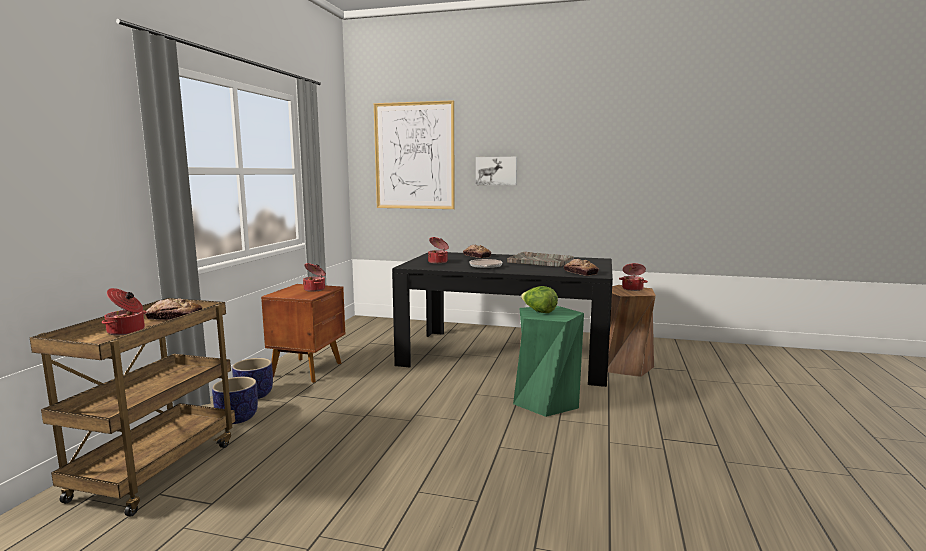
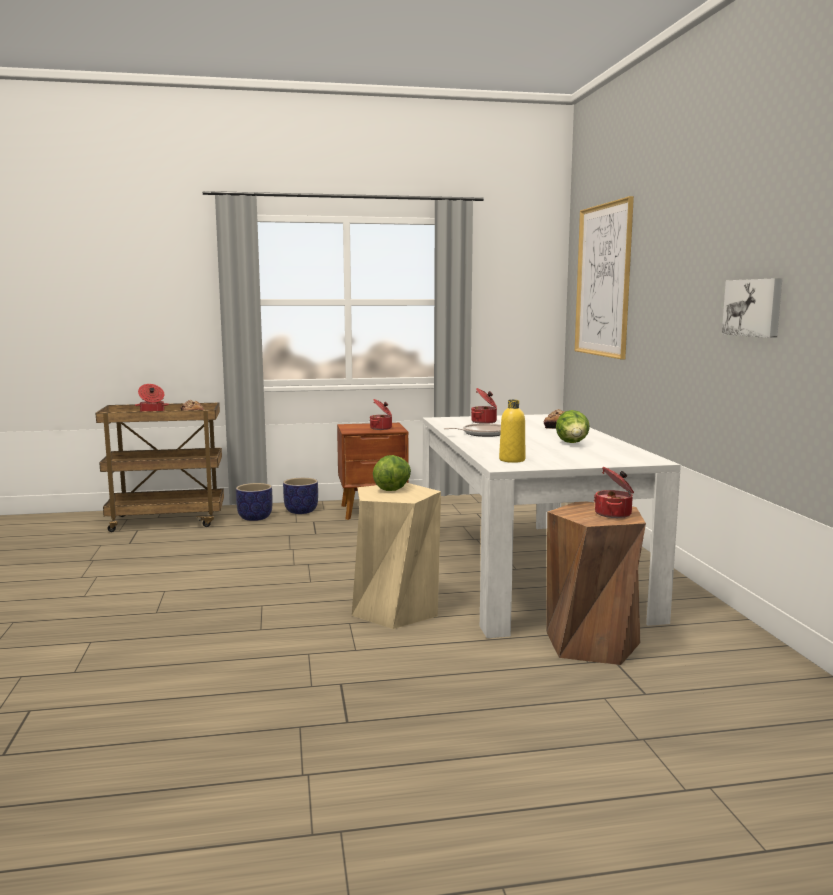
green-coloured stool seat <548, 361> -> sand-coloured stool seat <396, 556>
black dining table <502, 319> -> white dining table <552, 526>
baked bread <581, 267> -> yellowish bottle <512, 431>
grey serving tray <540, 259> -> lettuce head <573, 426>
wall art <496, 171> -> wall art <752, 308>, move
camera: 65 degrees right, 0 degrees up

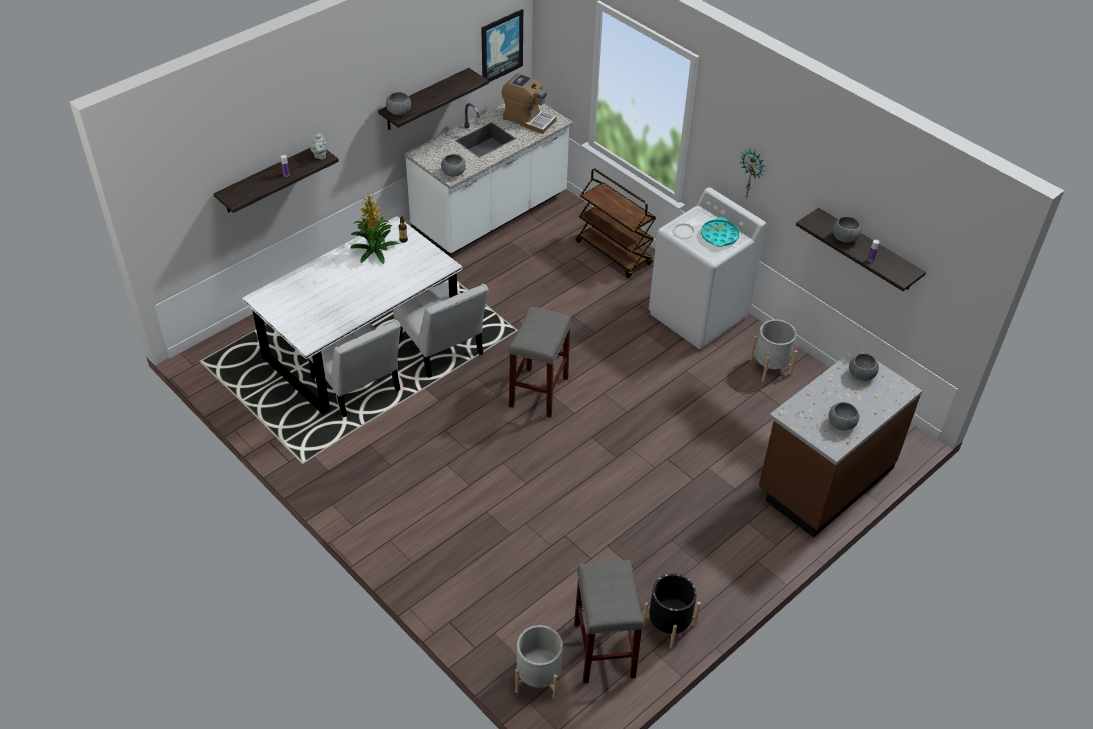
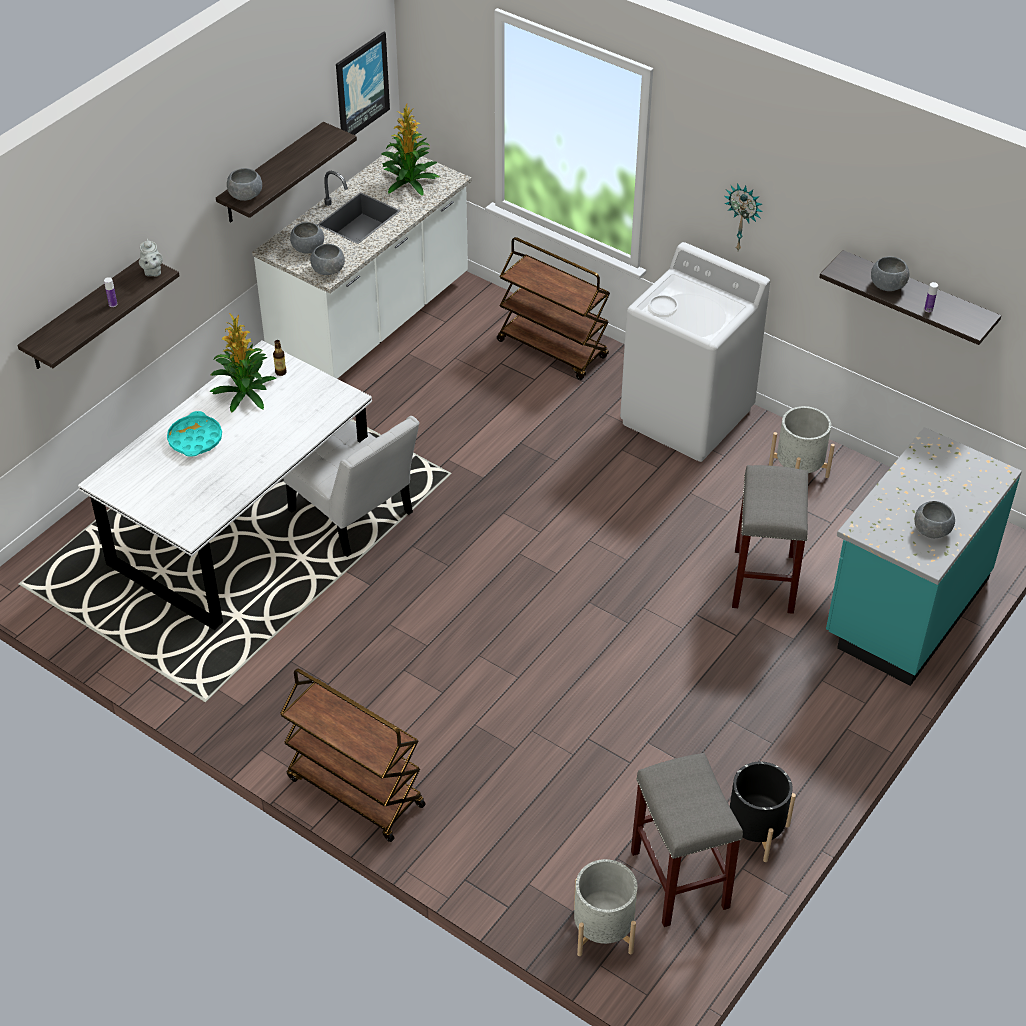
turquoise-coloured serving tray <720, 232> -> turquoise-coloured serving tray <194, 434>, move
none -> brown-coloured trolley <353, 755>
grey deep dish <864, 367> -> grey deep dish <307, 237>, move
coffee machine <529, 103> -> plant in a pot <410, 150>
grey stool seat <540, 362> -> grey stool seat <770, 539>, move
brown-coloured kitchen base unit <840, 442> -> turquoise-coloured kitchen base unit <924, 556>
white plain chair <355, 368> -> none
camera: 10 degrees left, 0 degrees up

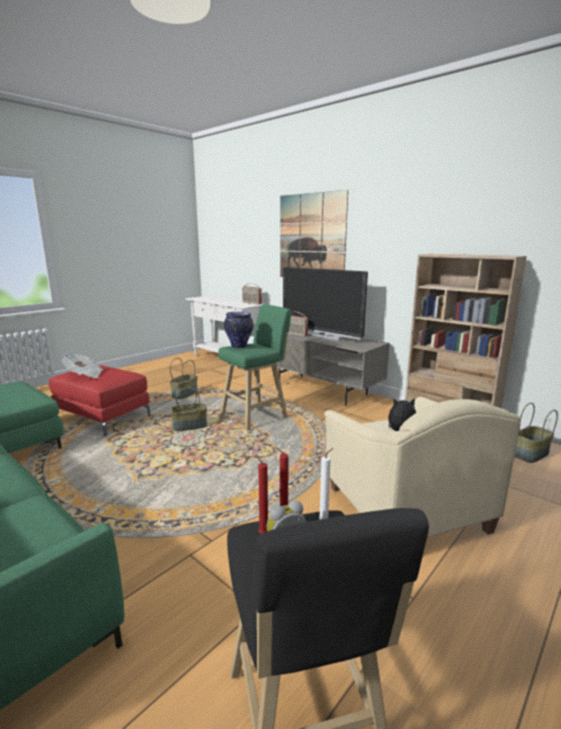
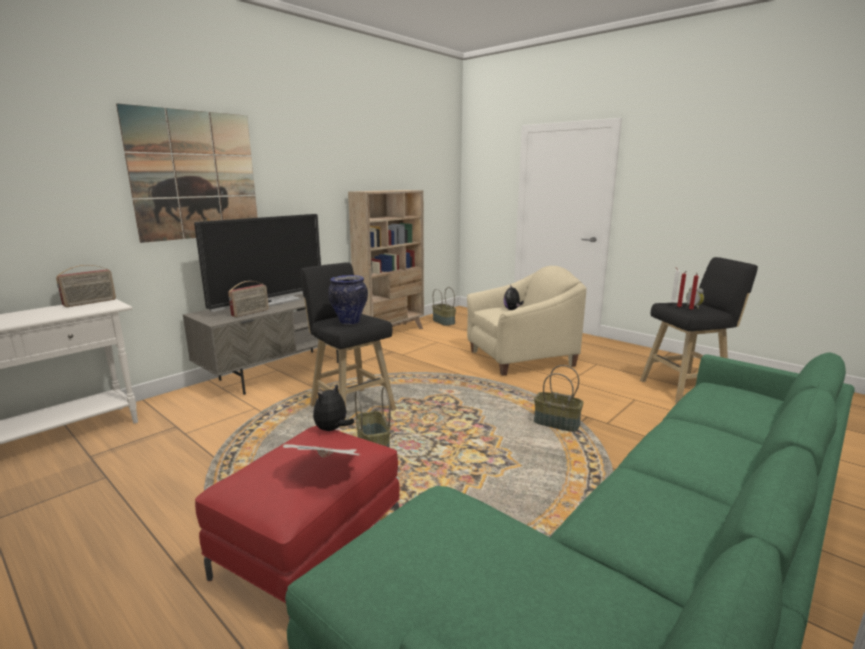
green-coloured stool seat <254, 367> -> black stool seat <348, 345>
none -> cuddly toy <333, 407>
basket <184, 378> -> basket <559, 398>, move
camera: 90 degrees left, 0 degrees up

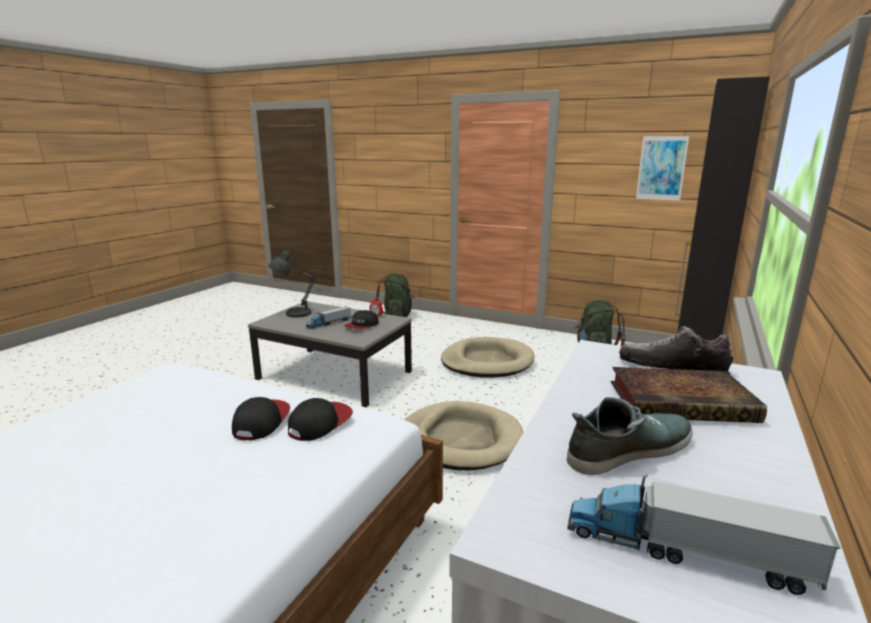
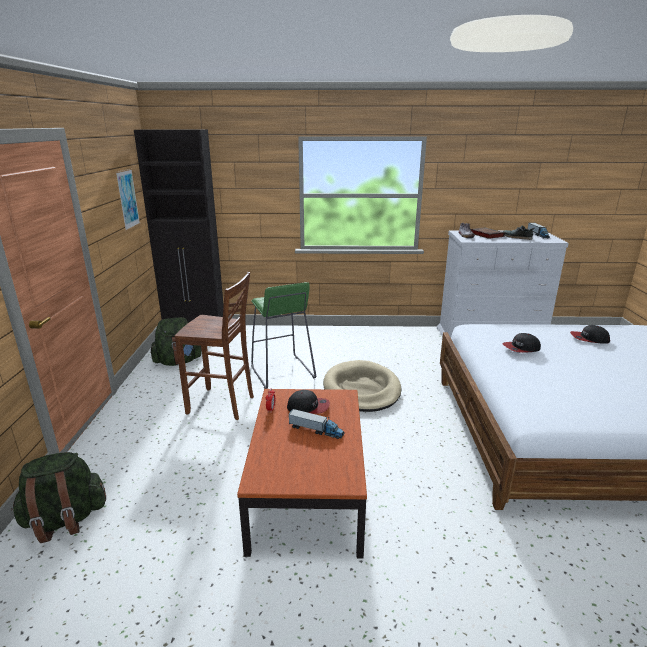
sand-coloured pet bed <487, 357> -> brown-coloured stool seat <214, 346>
grey low table <330, 354> -> brown-coloured low table <302, 474>
none -> green-coloured stool seat <283, 335>
peaked cap <320, 419> -> peaked cap <590, 334>, move
grey tabletop lamp <292, 284> -> none
camera: 115 degrees left, 5 degrees up

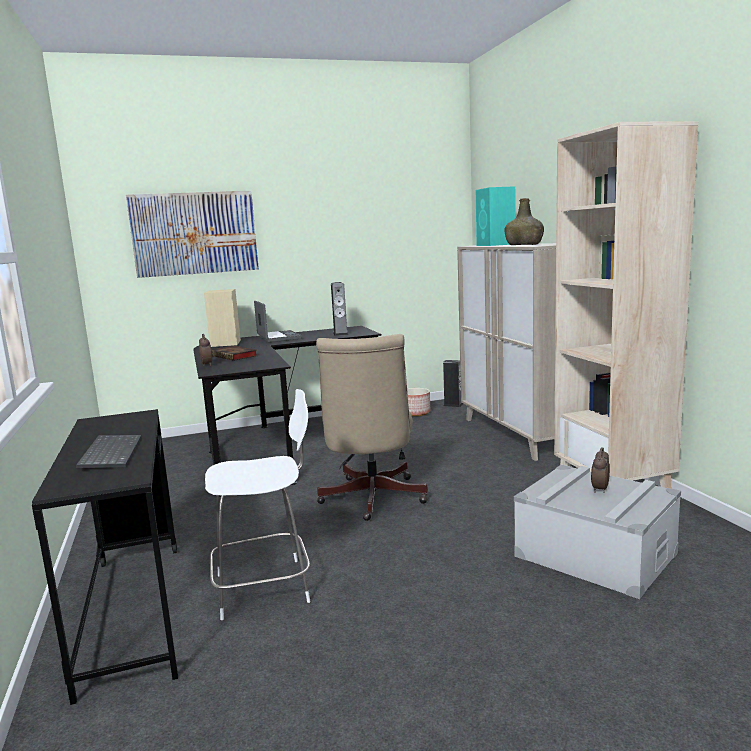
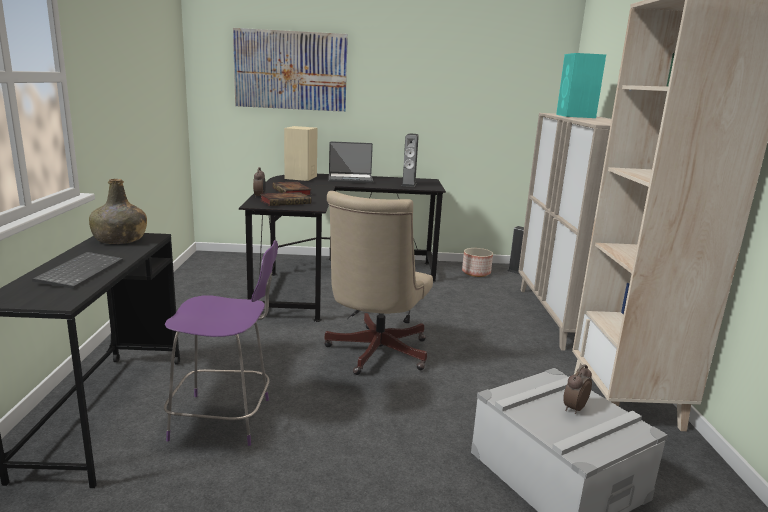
green-coloured bottle <524, 221> -> green-coloured bottle <118, 211>, move
white stool seat <258, 504> -> purple stool seat <221, 343>
none -> book <285, 199>
notebook computer <278, 321> -> notebook computer <351, 162>, 90 degrees clockwise
camera: 15 degrees right, 5 degrees up

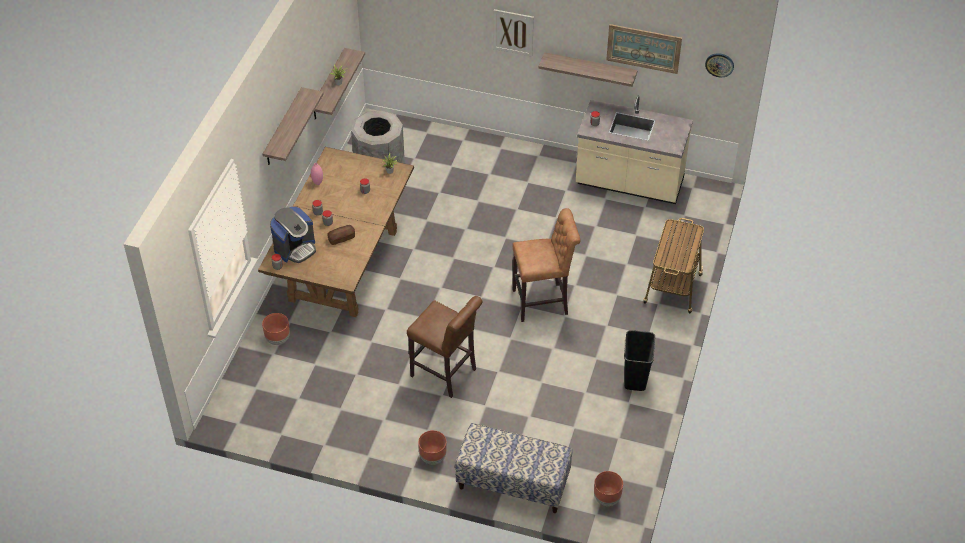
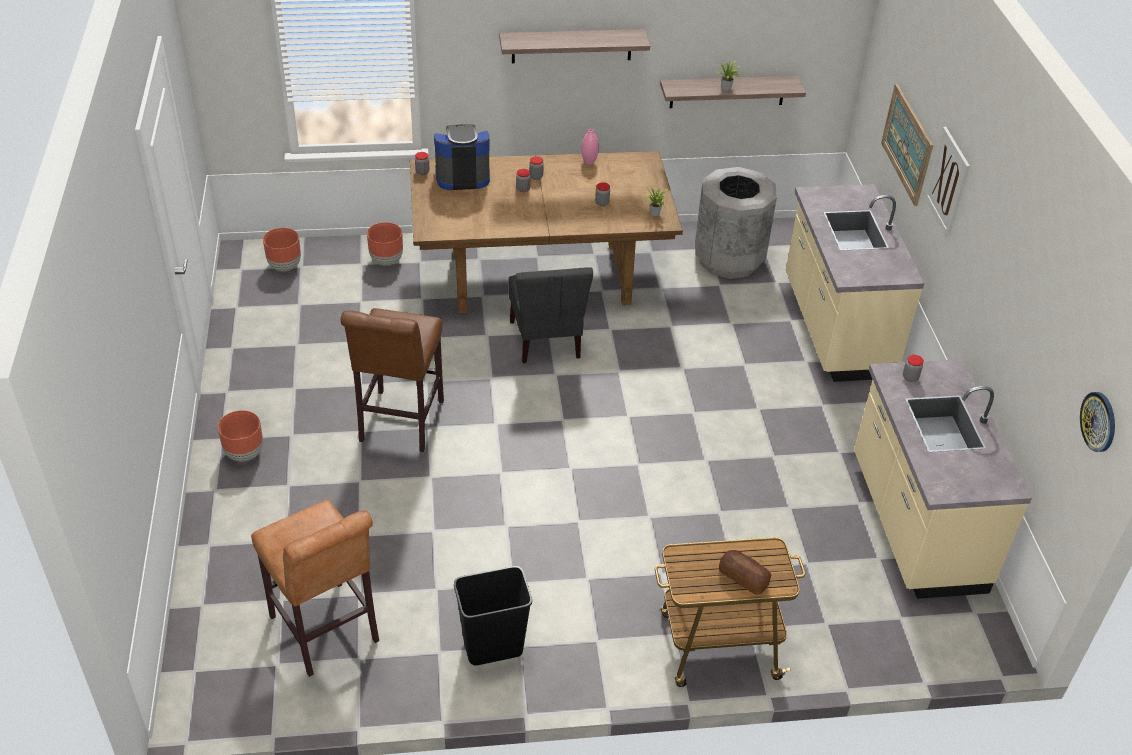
brown-coloured stool seat <546, 265> -> brown-coloured stool seat <315, 588>, move
brown-coloured planter <608, 488> -> brown-coloured planter <282, 249>, move
coffee machine <293, 235> -> coffee machine <462, 157>, 150 degrees clockwise
none -> grey plain chair <551, 315>
baked bread <341, 235> -> baked bread <745, 572>, move
none -> sand-coloured kitchen base unit <855, 283>
wall art <644, 49> -> wall art <907, 145>, move
long seat <513, 468> -> none
bracket shelf <588, 69> -> none
camera: 65 degrees right, 5 degrees down

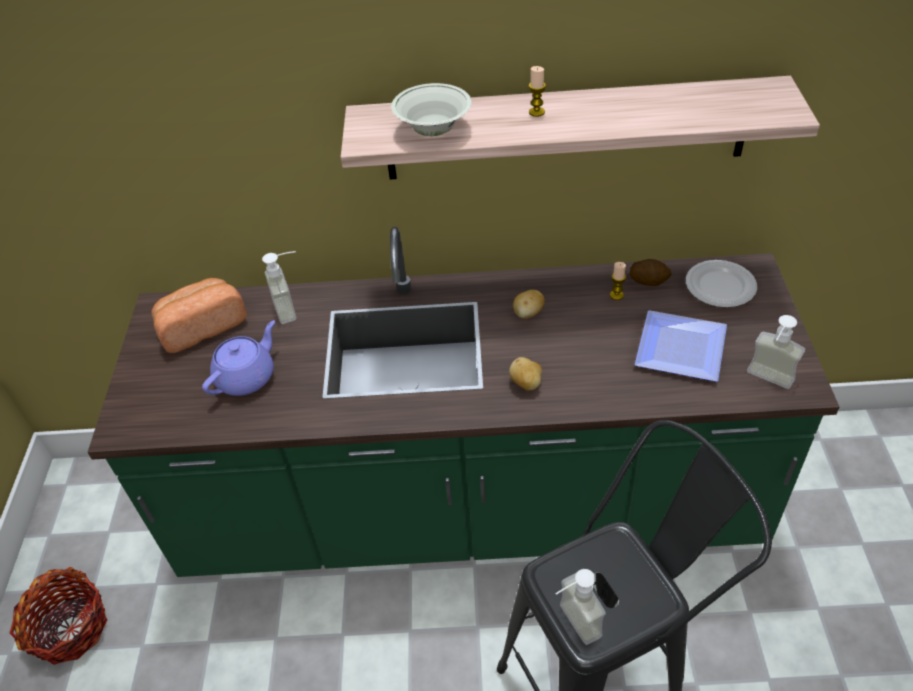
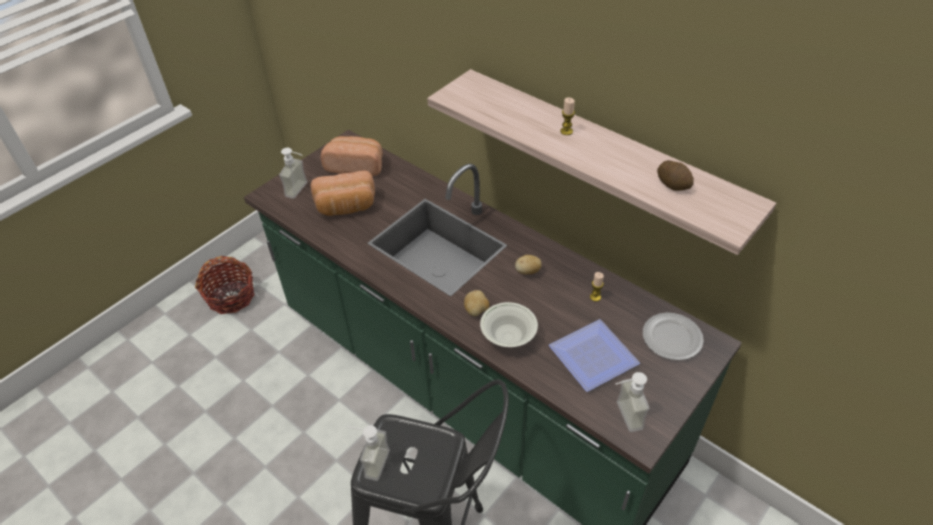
soap bottle <279, 287> -> soap bottle <293, 173>, move
purple teapot <238, 358> -> baked bread <343, 193>
white deep dish <431, 109> -> white deep dish <509, 324>, move
whole potato <650, 272> -> whole potato <675, 175>, move
camera: 40 degrees right, 0 degrees up

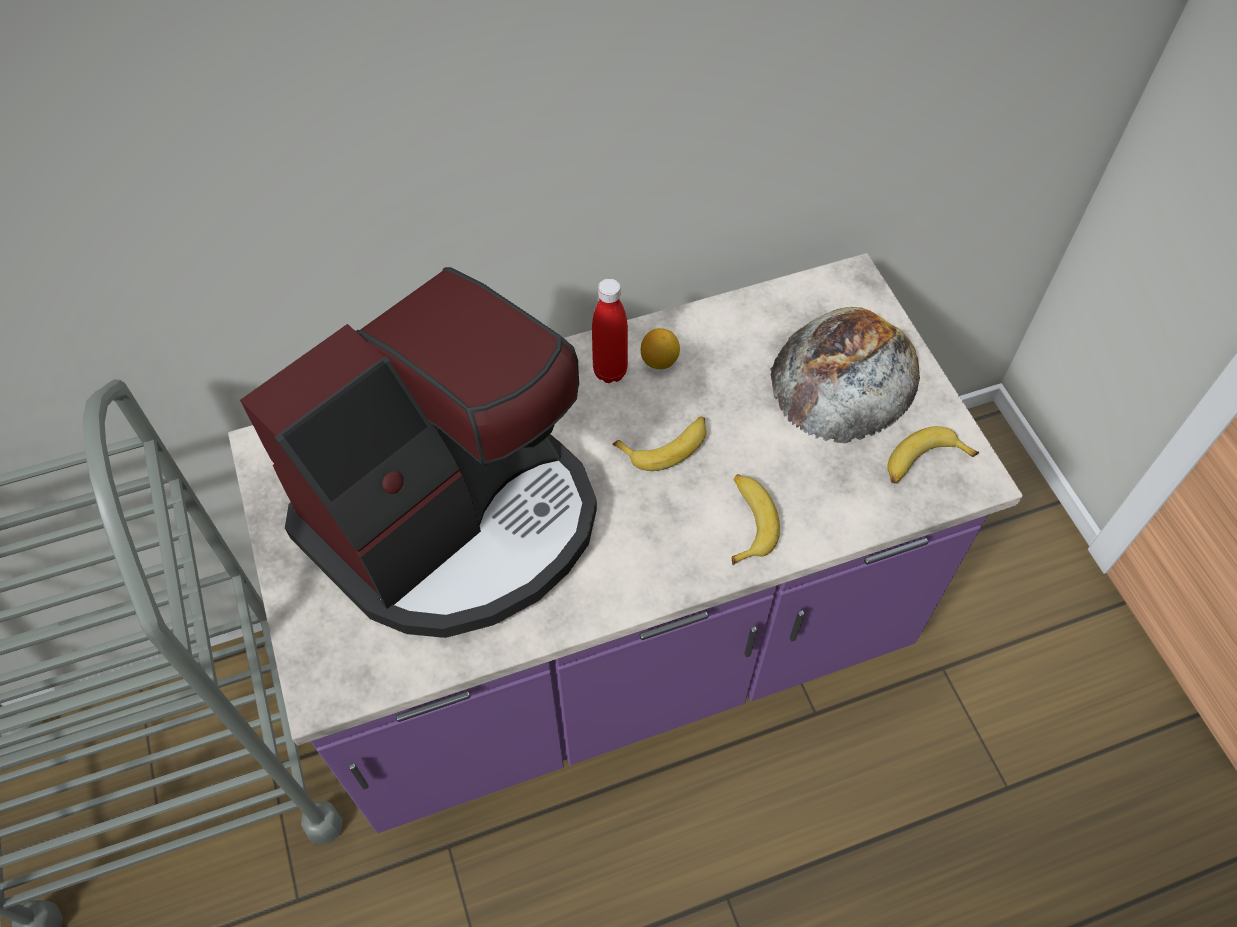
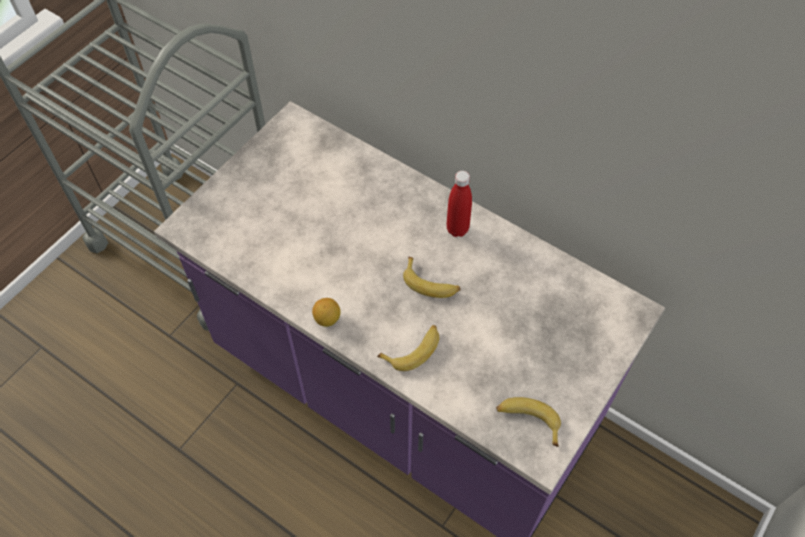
whole lemon <660, 348> -> whole lemon <326, 312>, move
coffee machine <418, 452> -> none
baked bread <845, 375> -> none
camera: 55 degrees right, 0 degrees up

